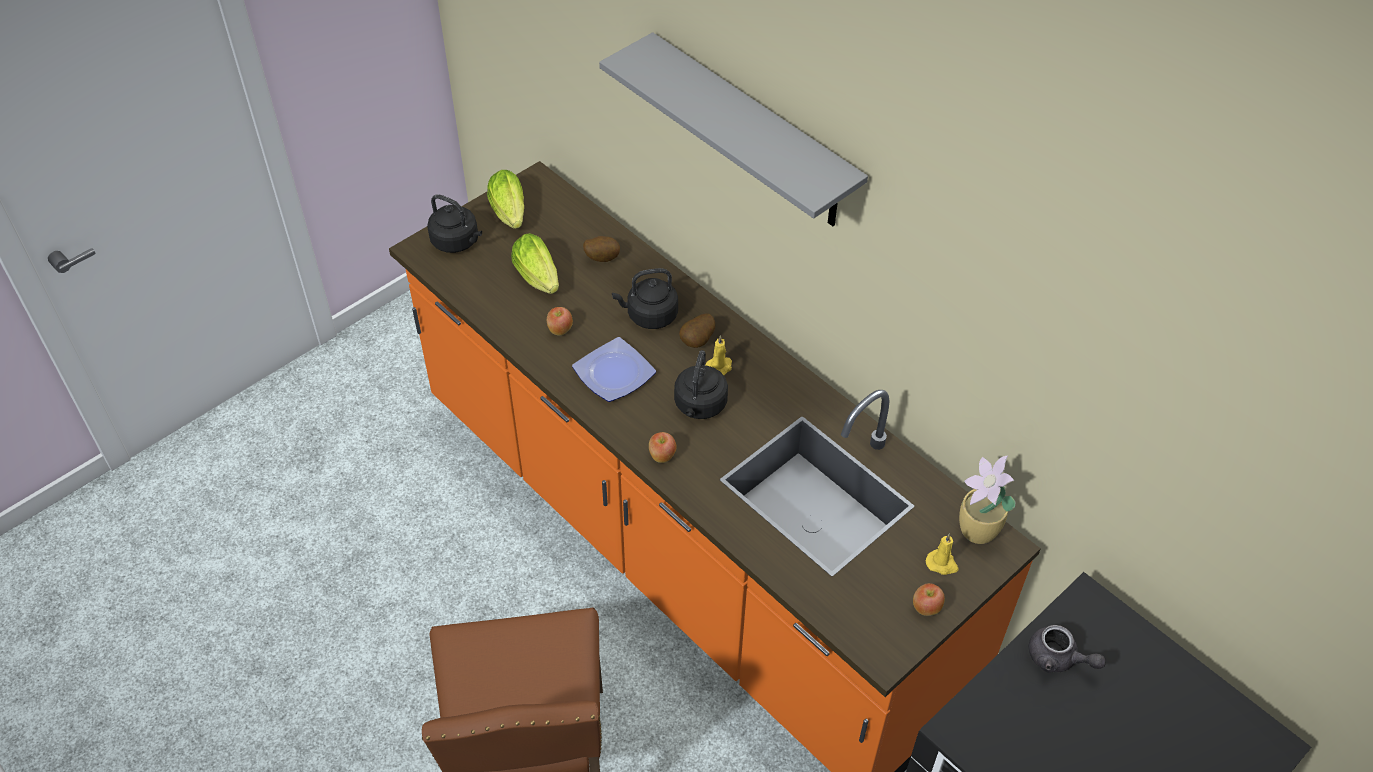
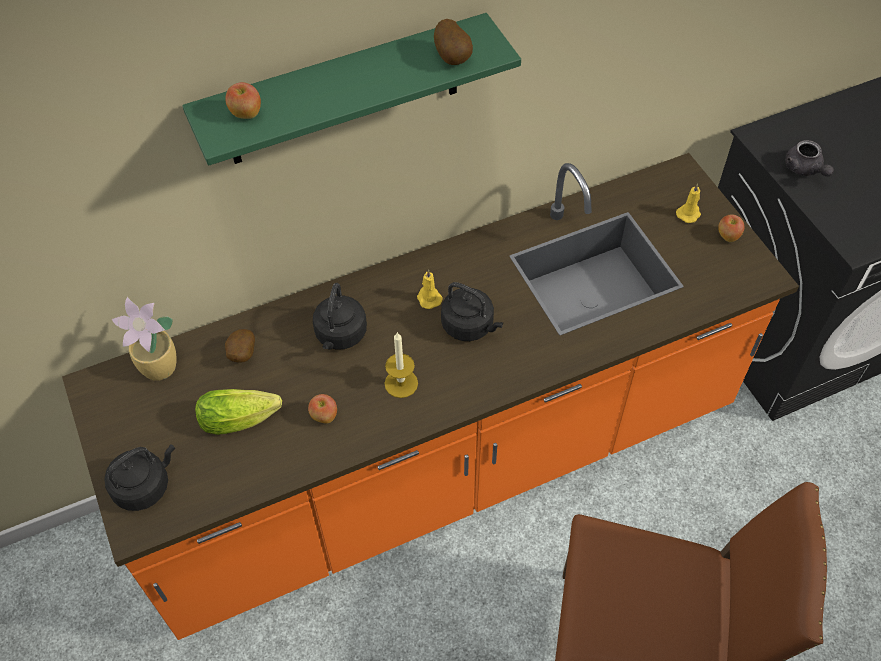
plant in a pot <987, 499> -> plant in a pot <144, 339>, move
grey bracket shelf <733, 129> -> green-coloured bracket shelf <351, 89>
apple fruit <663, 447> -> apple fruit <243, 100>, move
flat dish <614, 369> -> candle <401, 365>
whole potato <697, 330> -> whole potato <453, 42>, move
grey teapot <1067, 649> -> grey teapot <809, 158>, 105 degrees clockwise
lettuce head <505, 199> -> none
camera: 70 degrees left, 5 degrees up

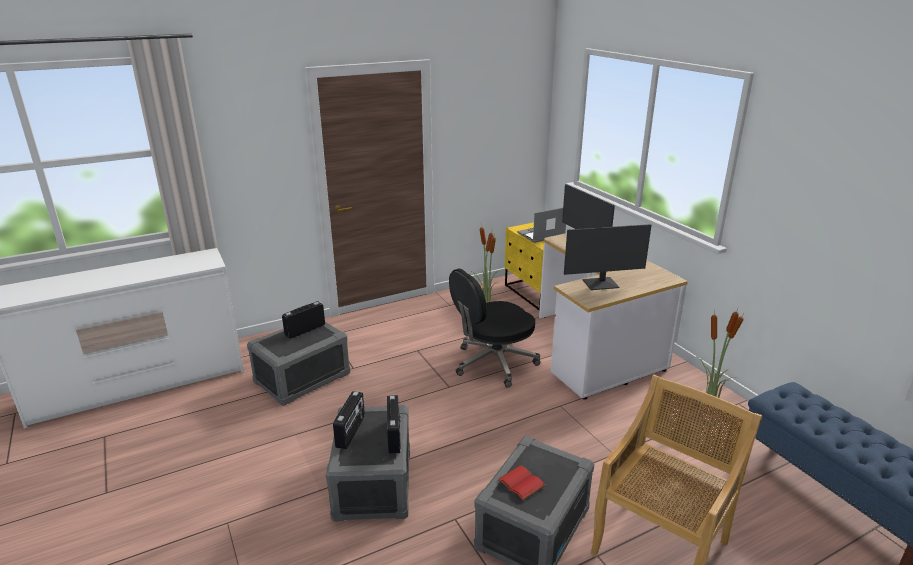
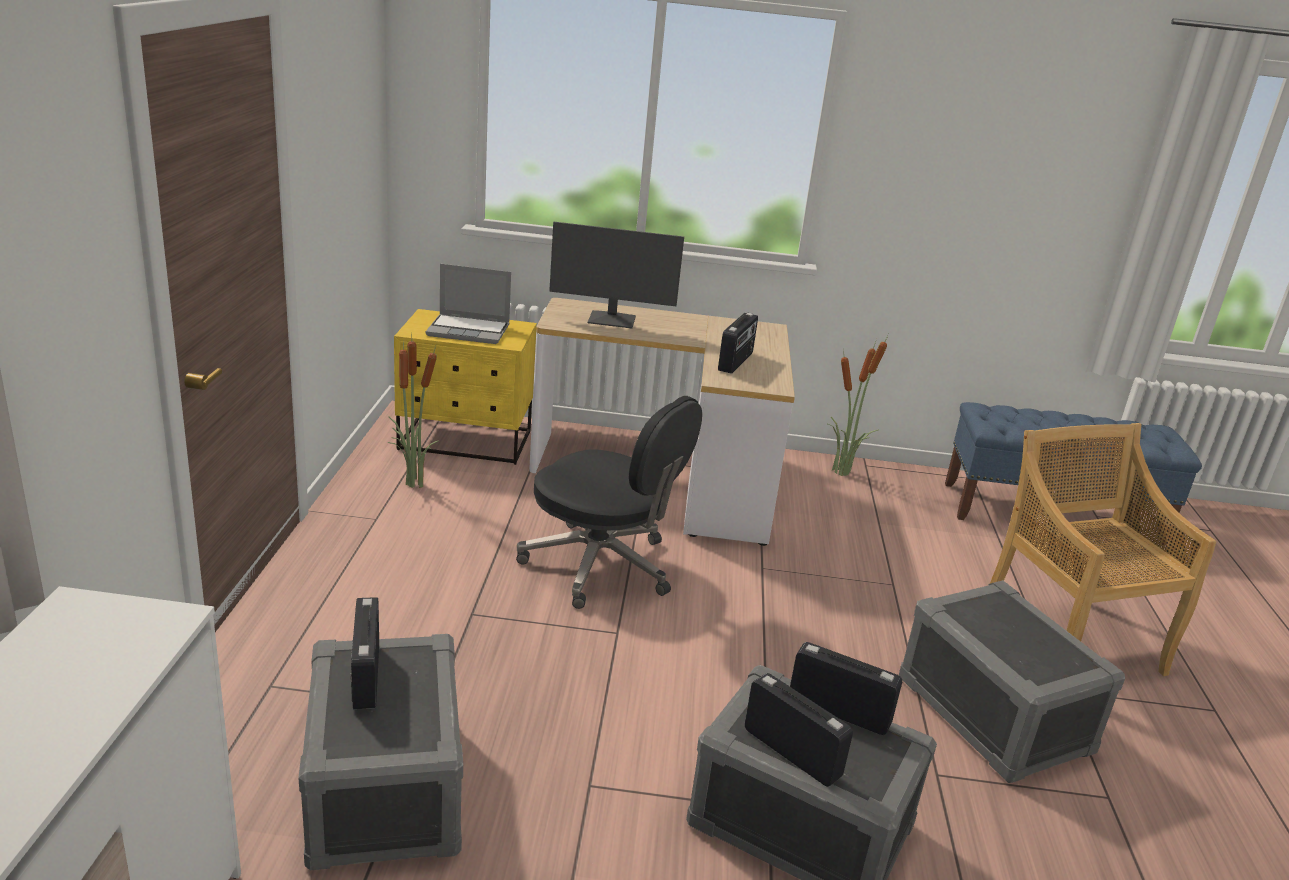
notebook computer <541, 225> -> notebook computer <468, 304>, 90 degrees counterclockwise
black computer chair <494, 327> -> black computer chair <609, 502>, 60 degrees counterclockwise
monitor <608, 257> -> radio set <738, 343>
reddish book <521, 483> -> none
camera: 60 degrees left, 0 degrees up

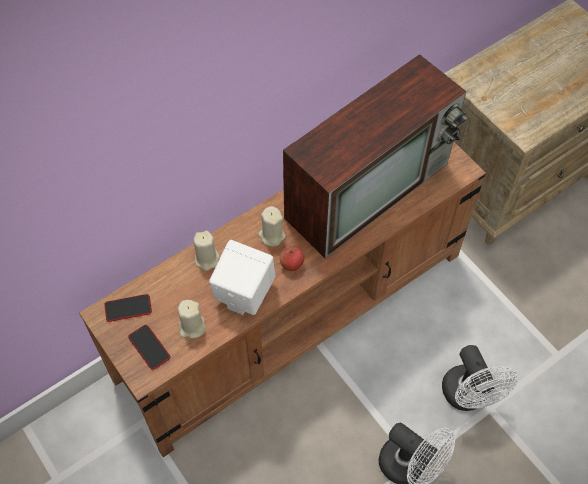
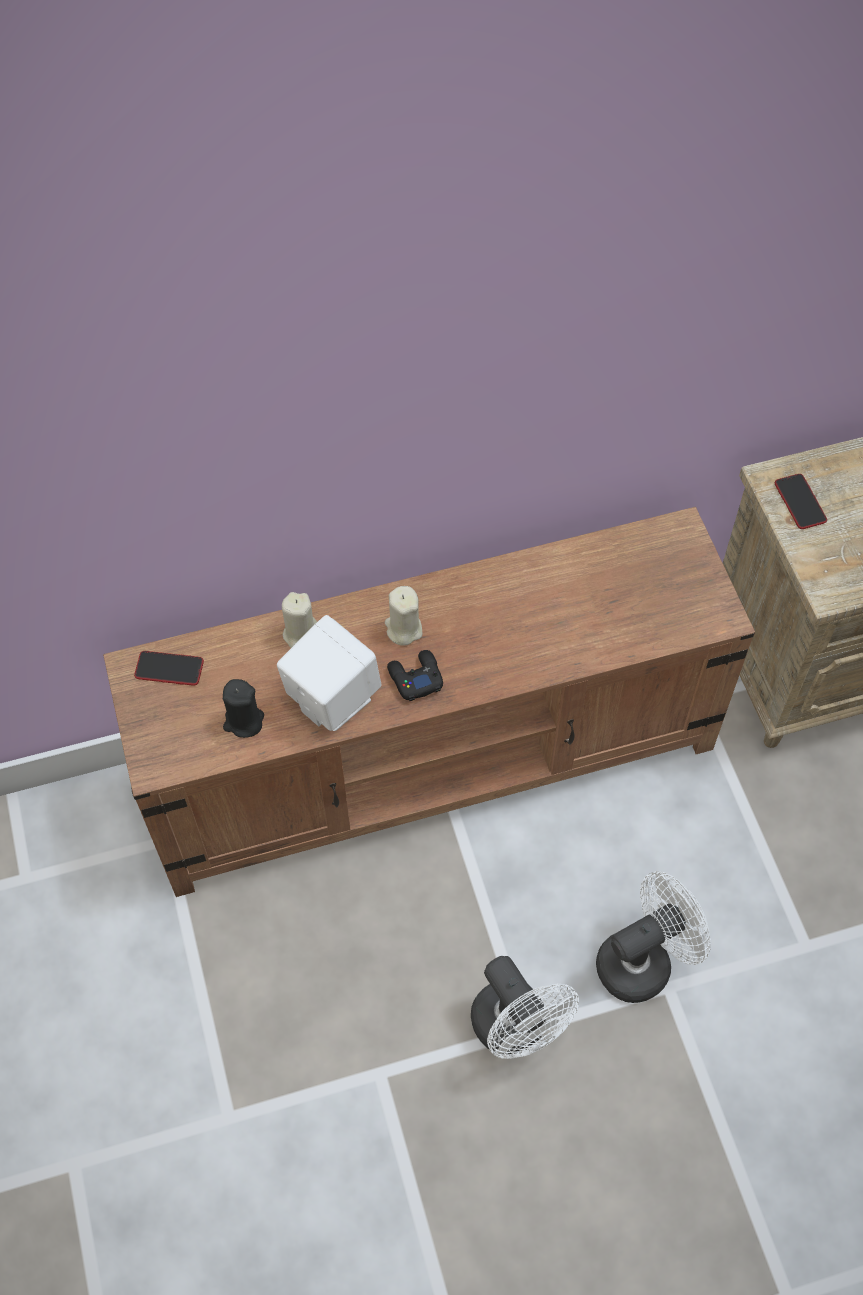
sand-coloured candle <192, 319> -> black candle <243, 708>
apple fruit <292, 258> -> black gamepad <415, 675>
white electric fan <480, 378> -> white electric fan <653, 937>, 120 degrees counterclockwise
telephone <149, 347> -> telephone <801, 501>, move
TV set <375, 156> -> none
camera: 20 degrees right, 0 degrees up

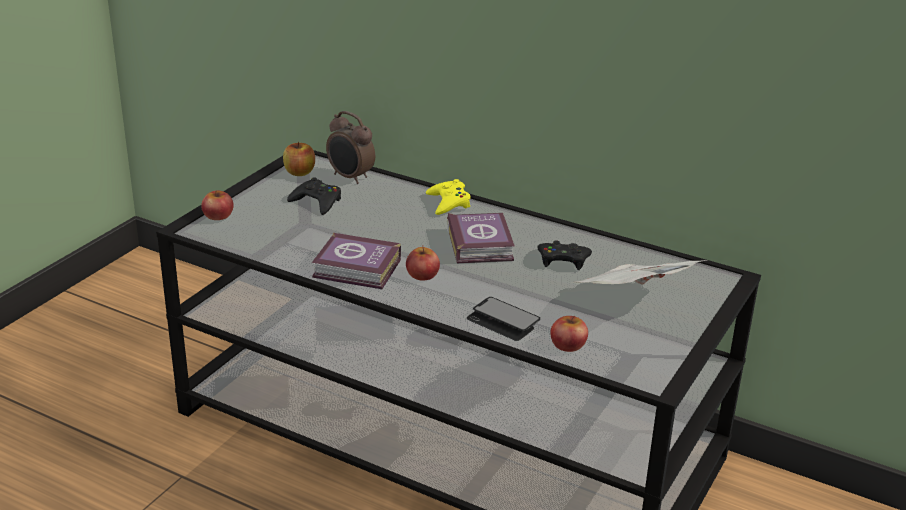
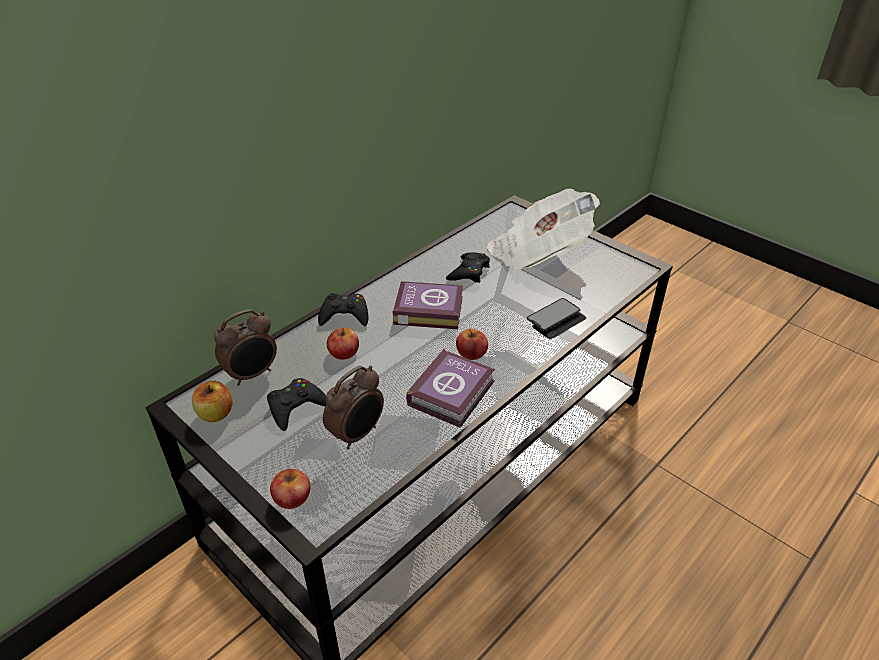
yellowish gamepad <448, 197> -> black gamepad <343, 309>
none -> alarm clock <353, 407>
apple fruit <569, 334> -> apple fruit <343, 344>, move
camera: 75 degrees left, 10 degrees up

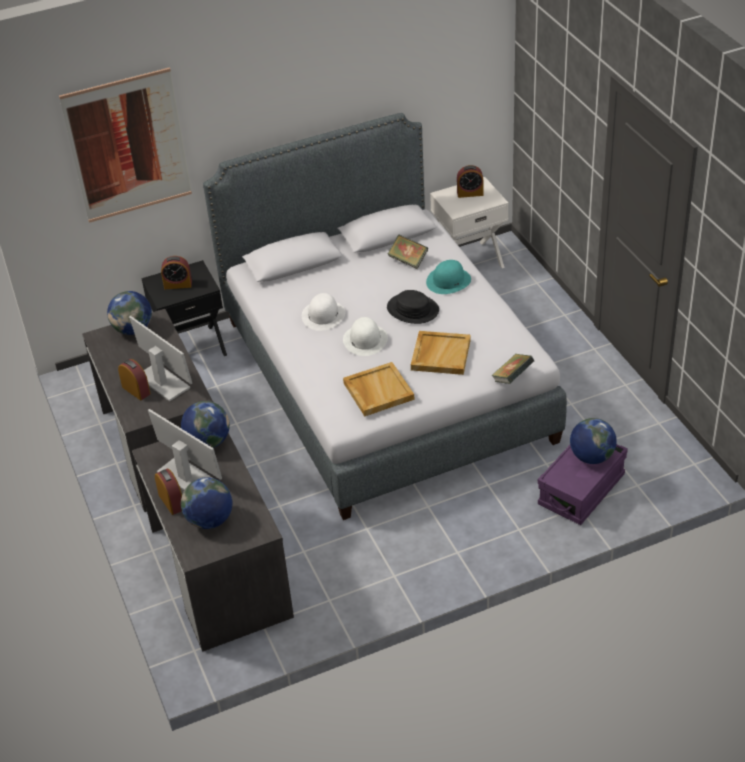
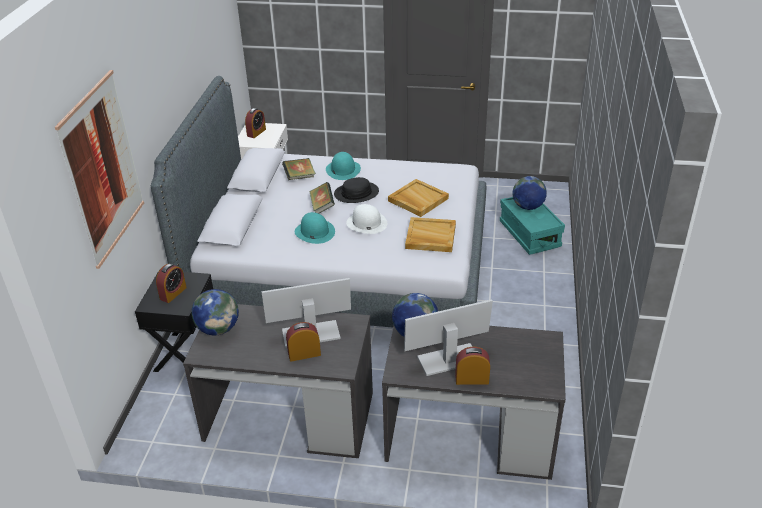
white wearable hat <323, 312> -> turquoise-coloured wearable hat <315, 228>
book <512, 369> -> book <322, 198>, move
purple storage container <582, 484> -> turquoise-coloured storage container <532, 226>
desk globe <206, 503> -> none
camera: 60 degrees left, 5 degrees down

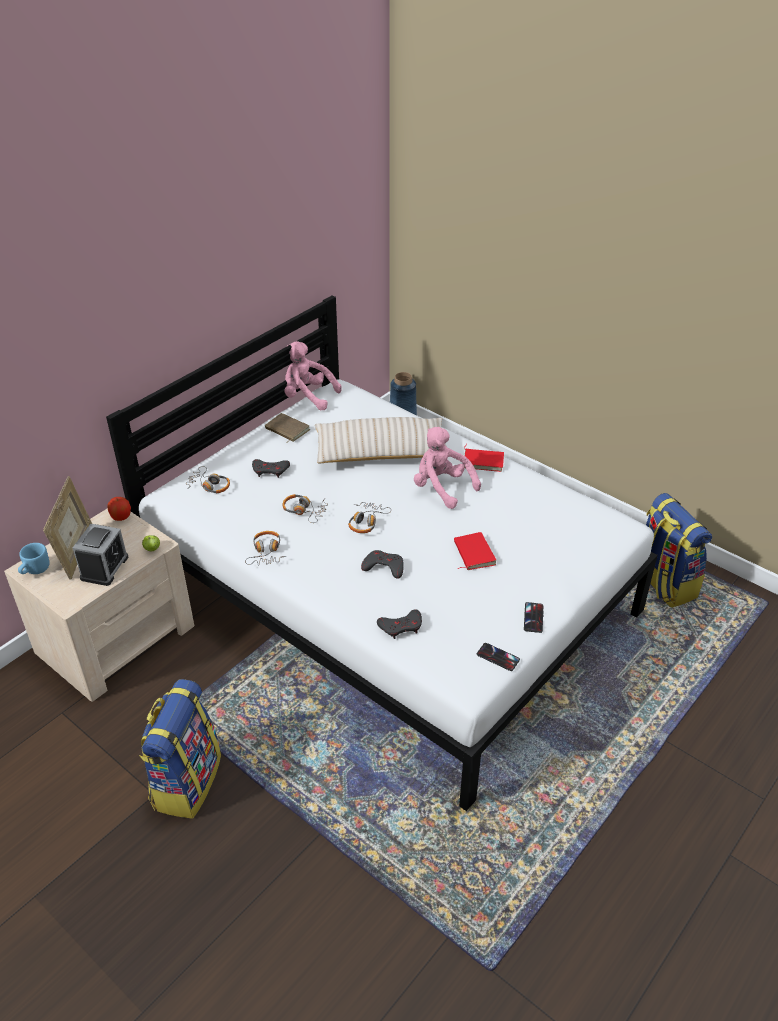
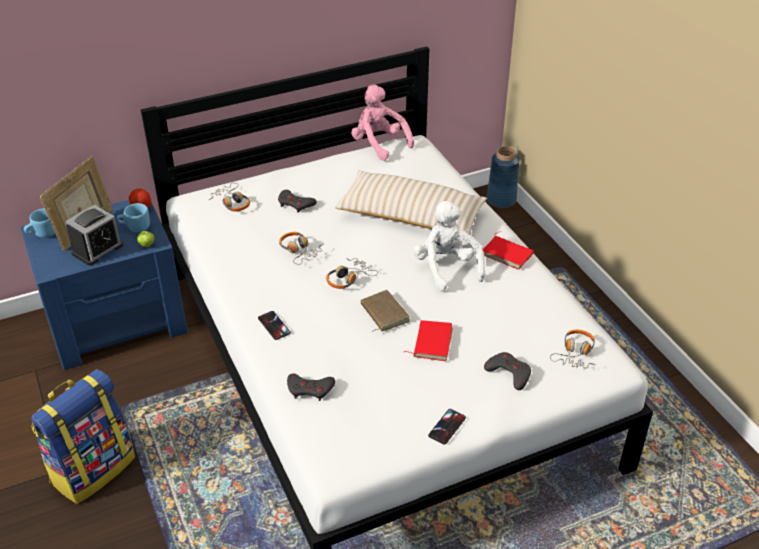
sand-coloured bedside table <99, 605> -> blue-coloured bedside table <104, 285>
none -> blue-coloured tea mug <133, 218>
telephone <498, 657> -> telephone <274, 325>, move
brown-coloured book <287, 427> -> brown-coloured book <385, 311>, move
pink-coloured cuddly toy <447, 468> -> white cuddly toy <449, 246>
grey gamepad <382, 564> -> grey gamepad <507, 371>, move
pair of headphones <266, 548> -> pair of headphones <573, 349>, move
rucksack <679, 550> -> none
camera: 25 degrees right, 0 degrees up

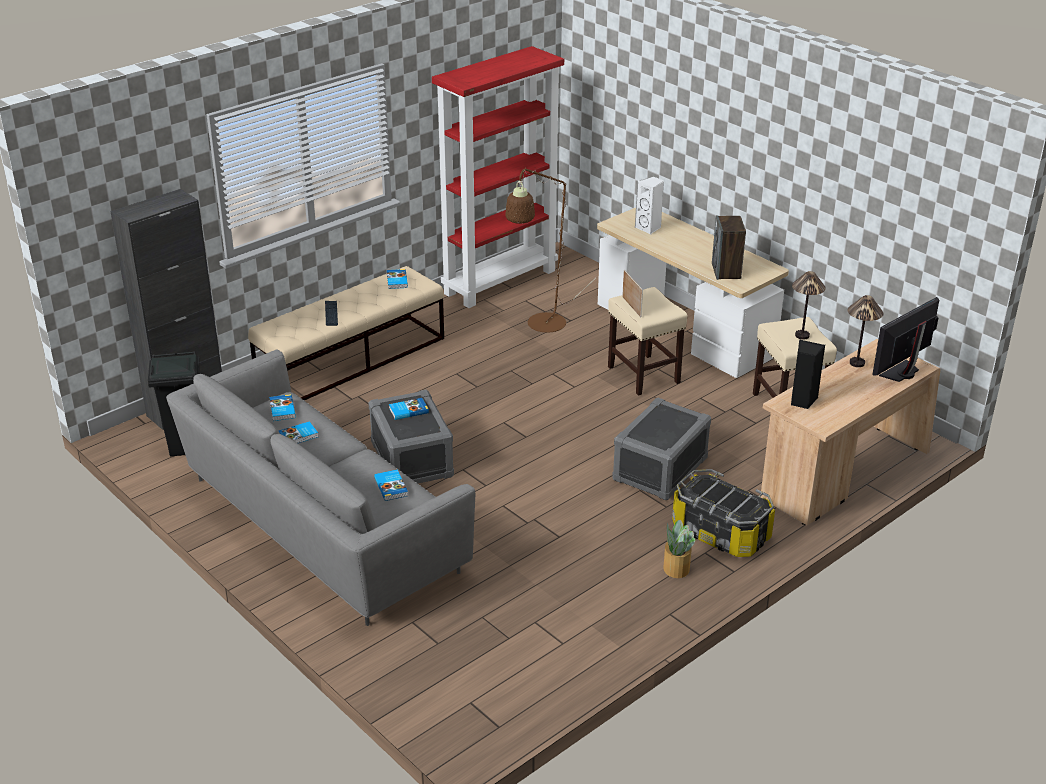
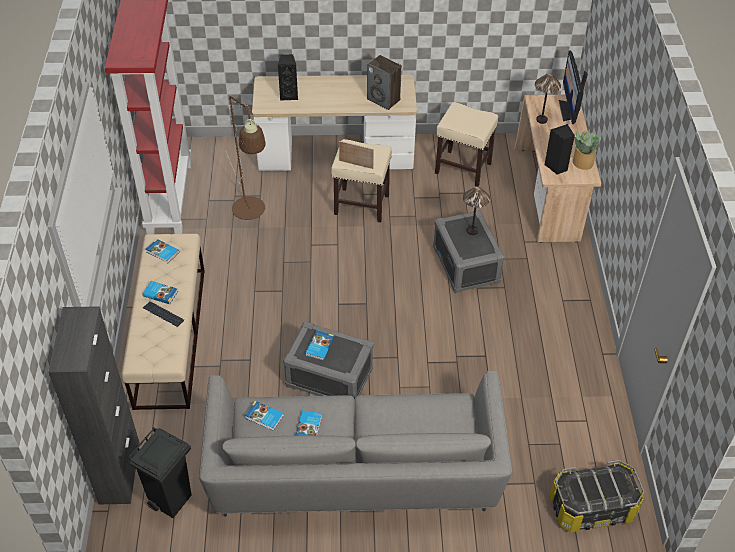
book <391, 485> -> book <160, 292>, move
white loudspeaker <649, 205> -> black loudspeaker <287, 77>
tabletop lamp <809, 305> -> tabletop lamp <476, 210>, move
storage container <723, 513> -> storage container <596, 496>, move
plant in a pot <679, 548> -> plant in a pot <587, 150>, move
camera: 50 degrees left, 15 degrees up

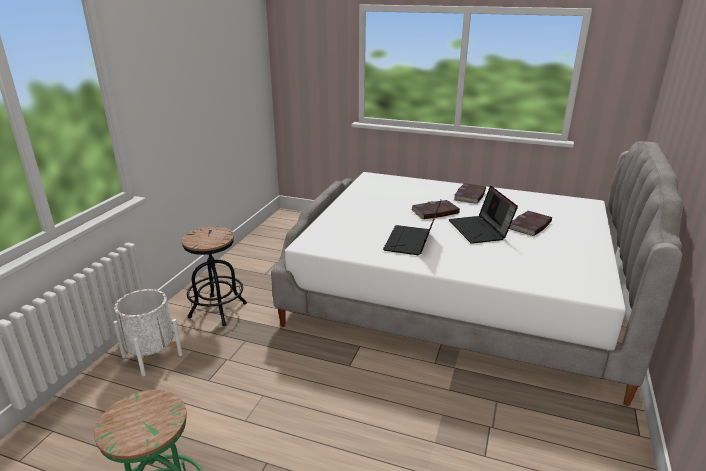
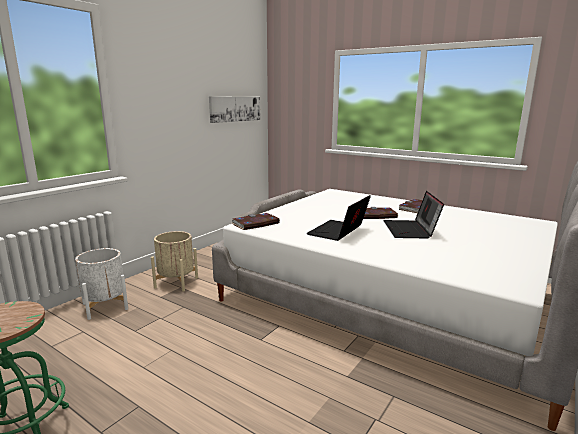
black stool seat <214, 276> -> sand-coloured planter <174, 261>
none -> wall art <234, 109>
book <530, 223> -> book <256, 221>, move
camera: 15 degrees right, 10 degrees down

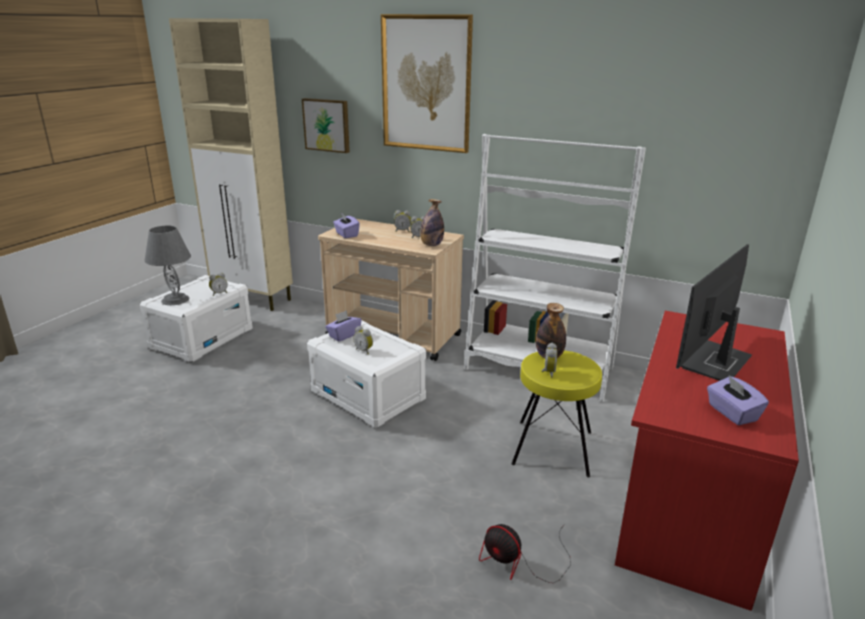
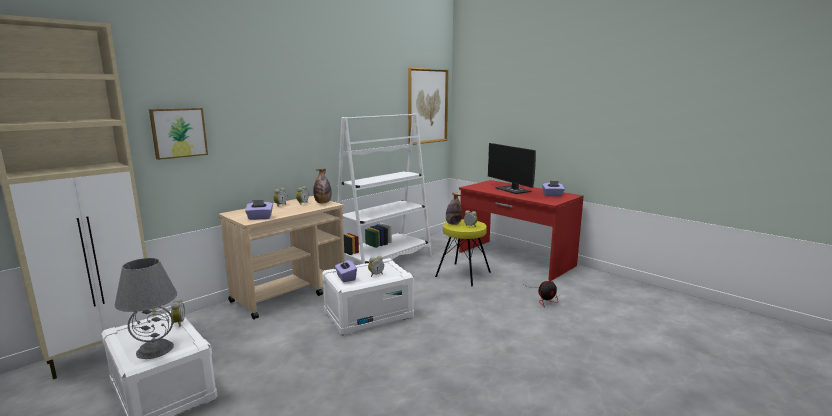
wall art <427, 83> -> wall art <428, 106>, move
camera: 70 degrees left, 10 degrees down

